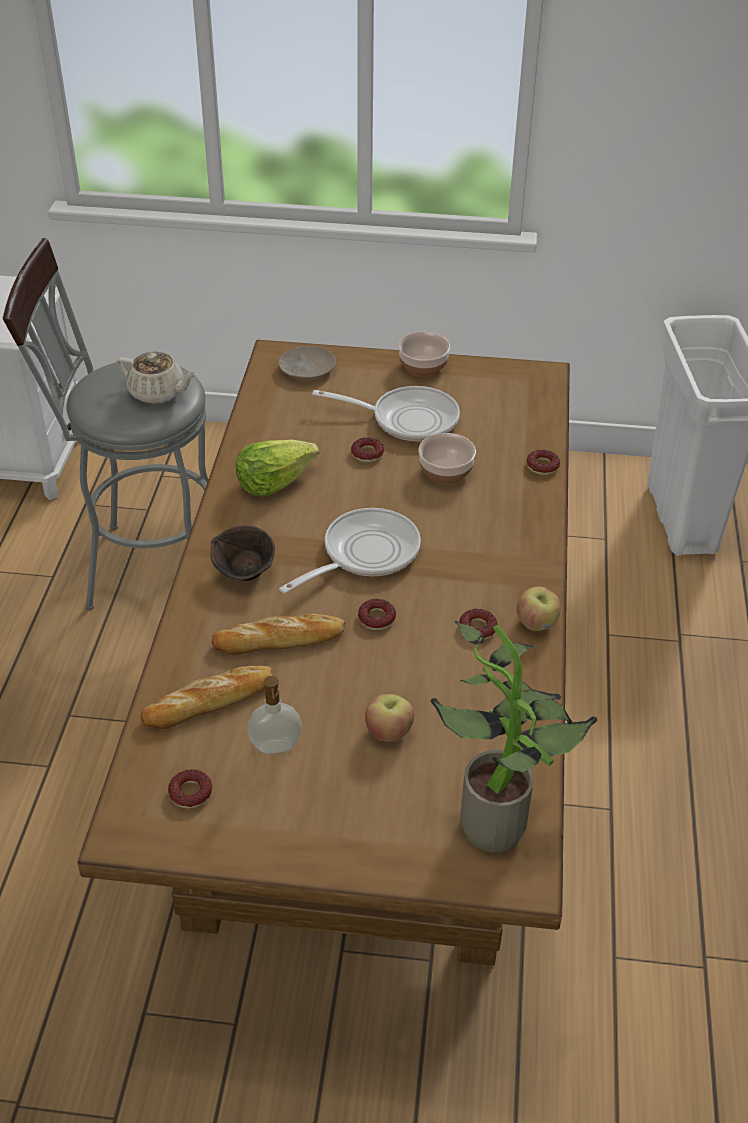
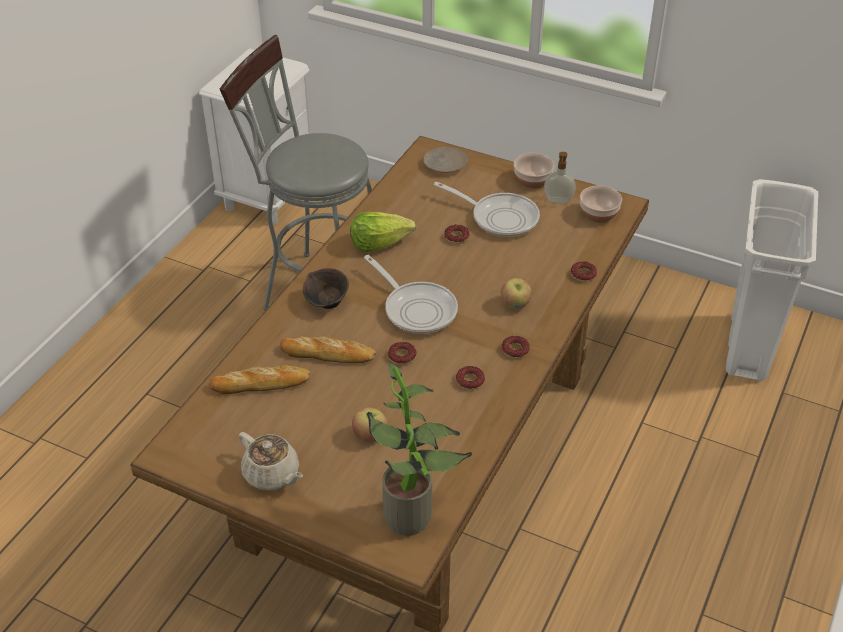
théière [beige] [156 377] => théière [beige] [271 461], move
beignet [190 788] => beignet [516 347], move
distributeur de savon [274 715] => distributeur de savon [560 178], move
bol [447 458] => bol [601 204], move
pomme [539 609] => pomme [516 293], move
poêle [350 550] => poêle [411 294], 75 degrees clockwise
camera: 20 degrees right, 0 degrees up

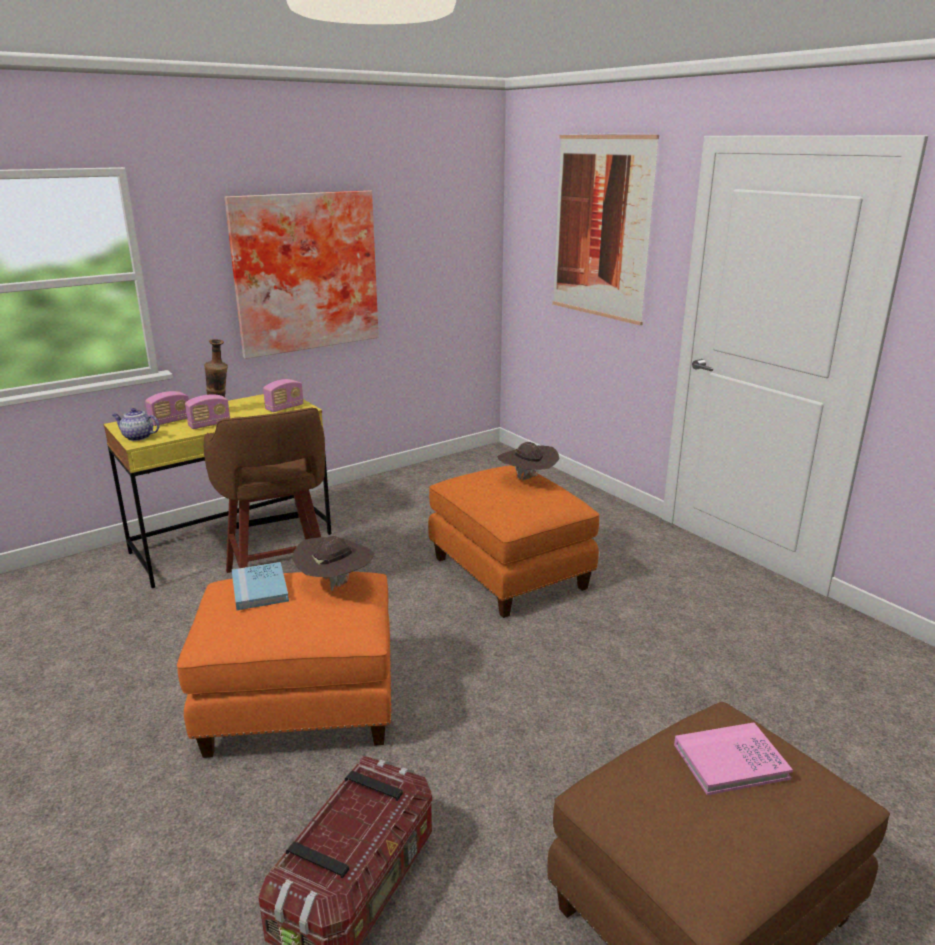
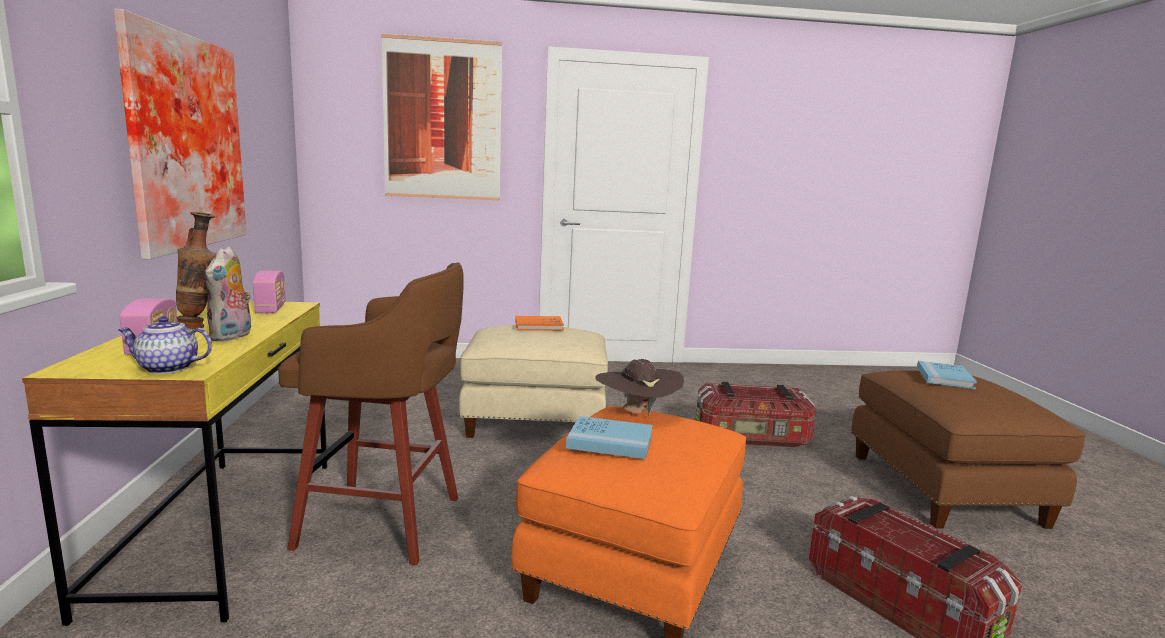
nothing => boîte de rangement [756 415]
radio [207 411] => peluche [227 294]
chapeau [marron] [528 461] => livre [orange] [539 323]
pouf [orange] [514 541] => pouf [beige] [533 381]
livre [rose] [733 758] => livre [bleu] [947 375]
théière [135 424] => théière [165 345], 45 degrees clockwise
camera: 60 degrees left, 10 degrees down

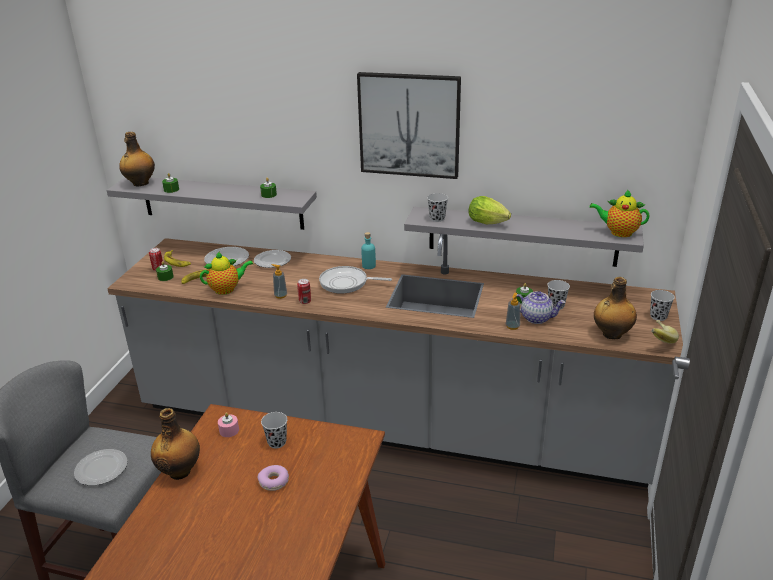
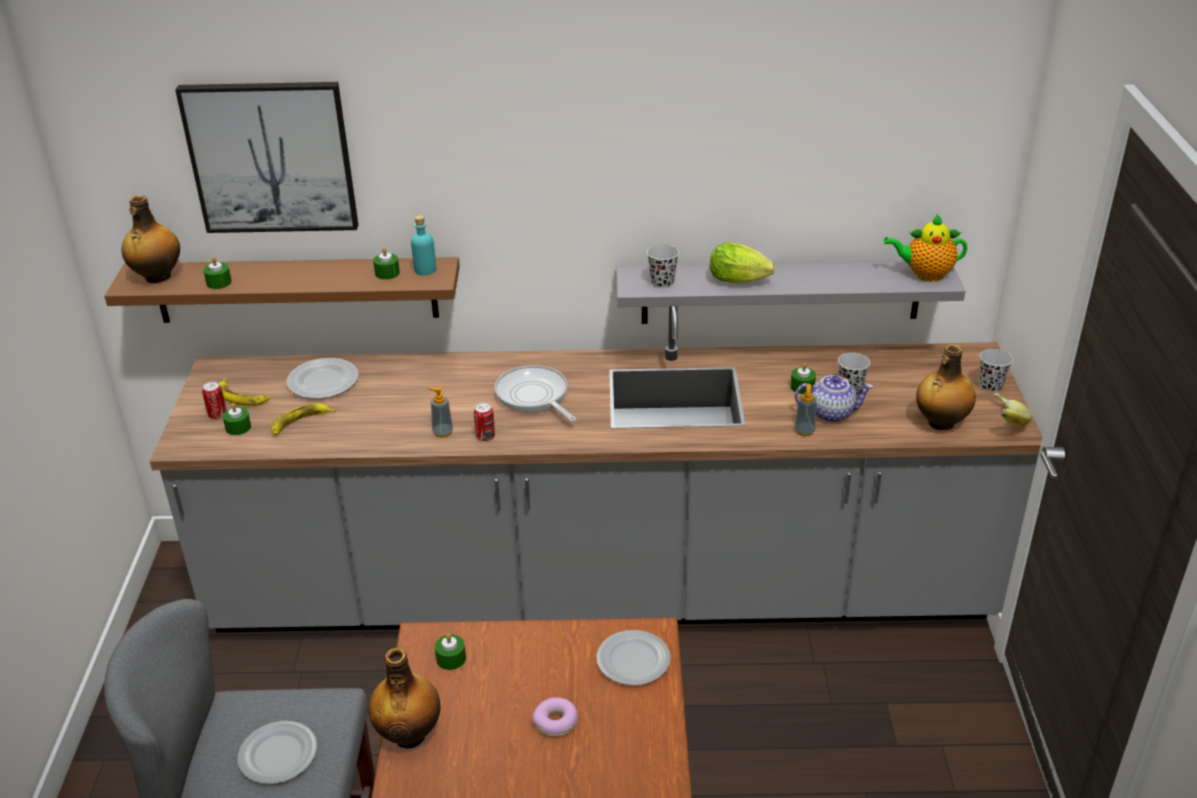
théière [226 273] => nothing
tasse [noir] [274 430] => nothing
assiette [272 259] => assiette [633 658], move
tableau [409 125] => tableau [266 157], move
bouteille [turquoise] [368 250] => bouteille [turquoise] [423 245], move
étagère [gris] [212 204] => étagère [marron] [282 290]
bougie [rose] [228 424] => bougie [vert] [450 651]
poêle [355 280] => poêle [535 393], 60 degrees clockwise
camera: 15 degrees left, 5 degrees up

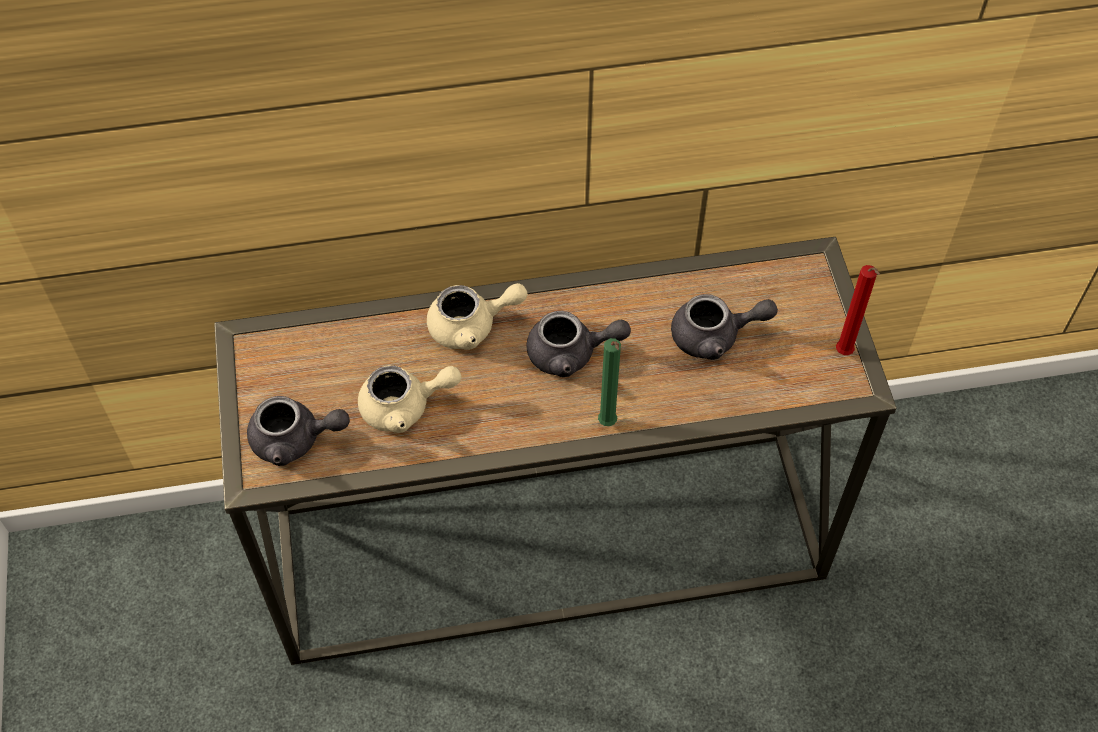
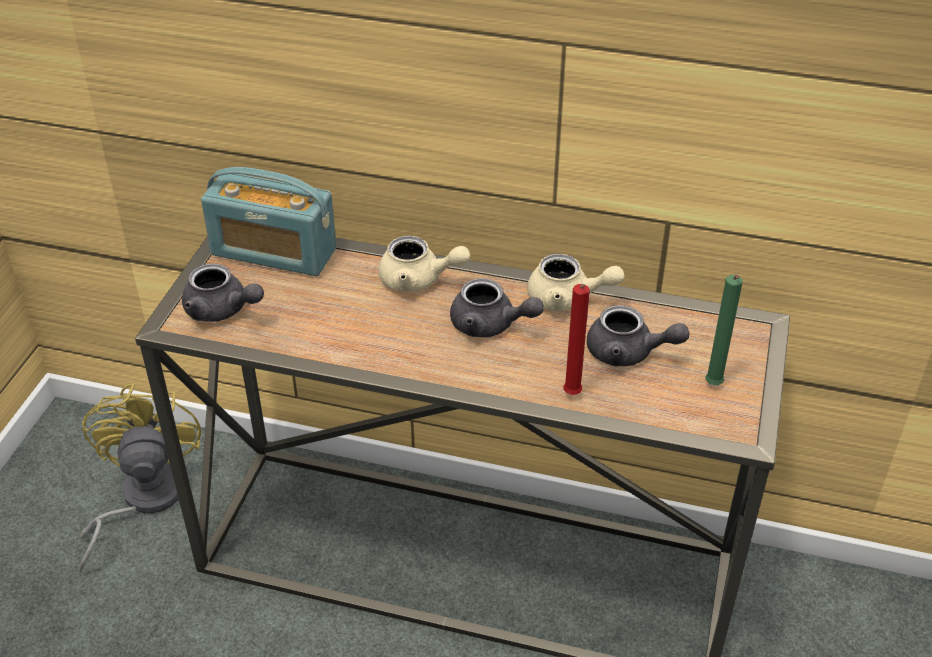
nothing => ventilateur [jaune] [140 478]
nothing => radio [268 221]
théière [beige] [409 399] => théière [beige] [576 282], move
bougie [vert] [609 382] => bougie [vert] [724 330], move
bougie [rouge] [858 310] => bougie [rouge] [576 339], move
camera: 25 degrees right, 15 degrees down

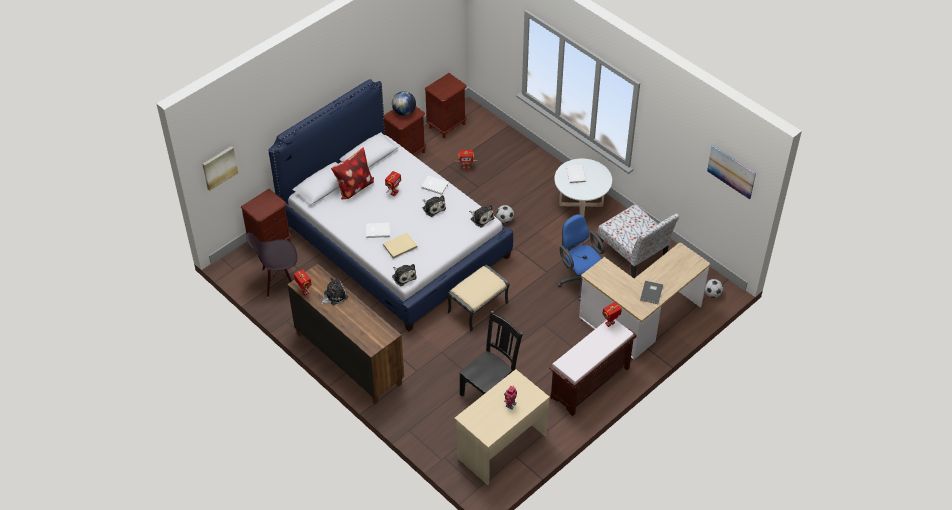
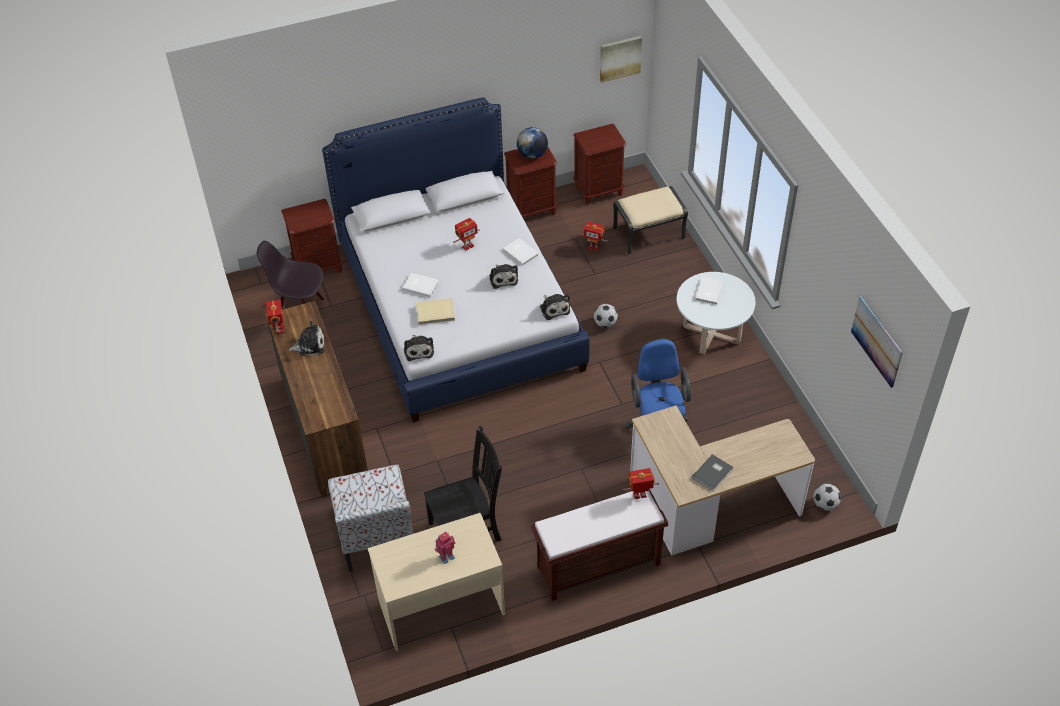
coussin [352 173] => nothing
tableau [220 168] => tableau [621 59], move
pouf [beige] [478 298] => pouf [beige] [650 220], move
chaise [638 241] => chaise [370 518], move
camera: 25 degrees right, 0 degrees up

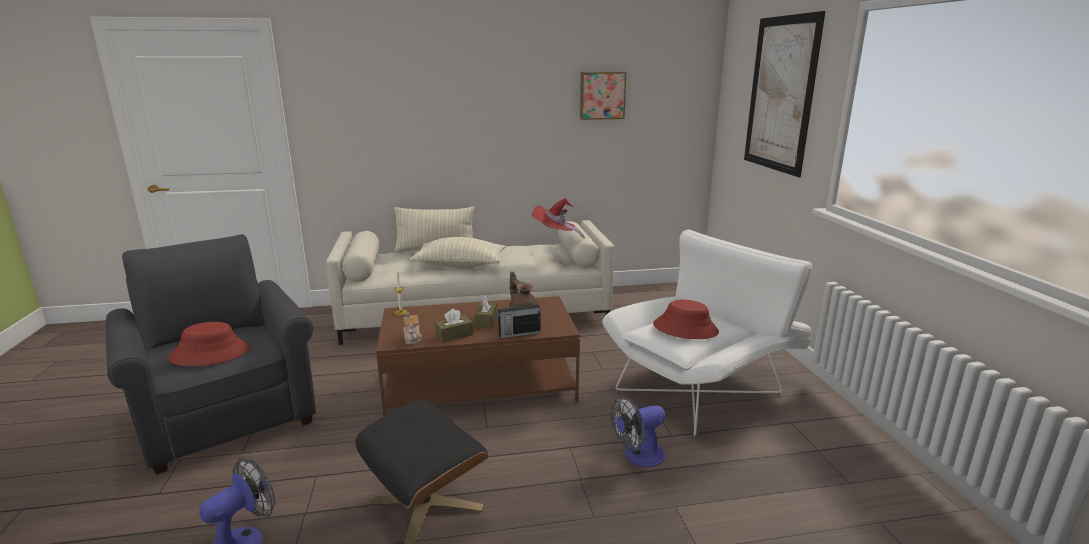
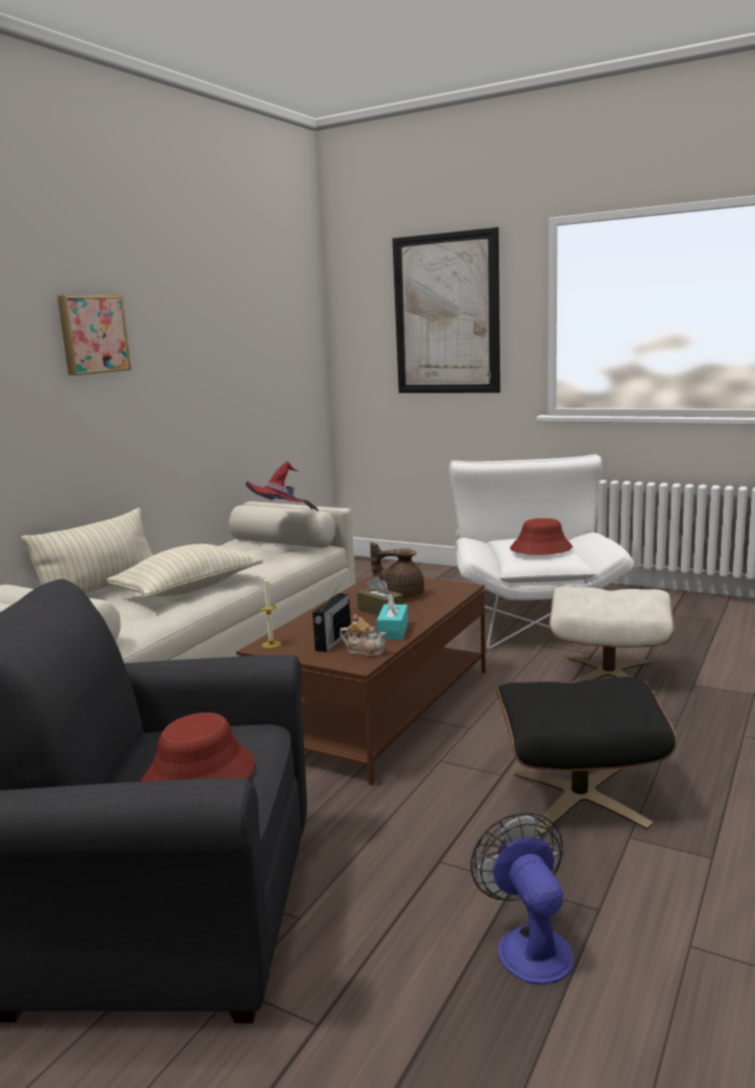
radio [519 319] => radio [332 619], move
tableau [603 96] => tableau [94 335], move
ventilateur [638 431] => pouf [beige] [611 640]
boîte à mouchoirs [marron] [454 325] => boîte à mouchoirs [turquoise] [392 616]
camera: 50 degrees left, 5 degrees down

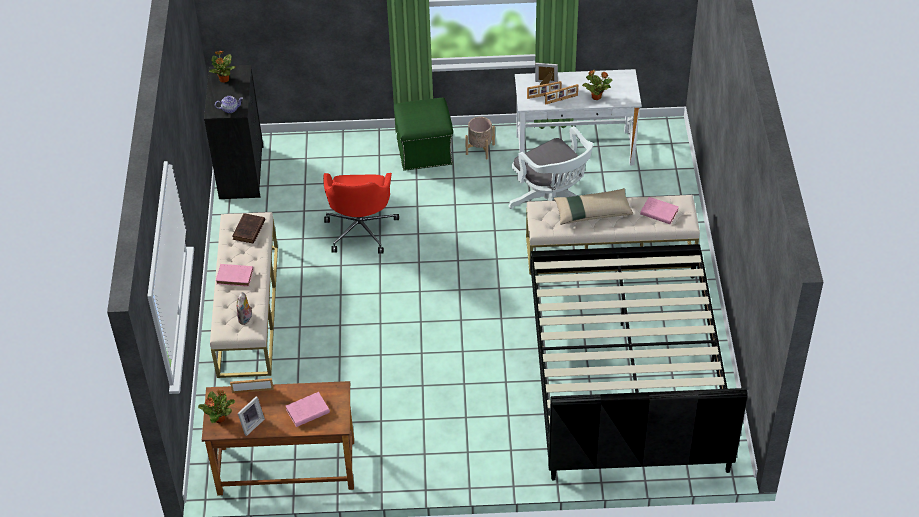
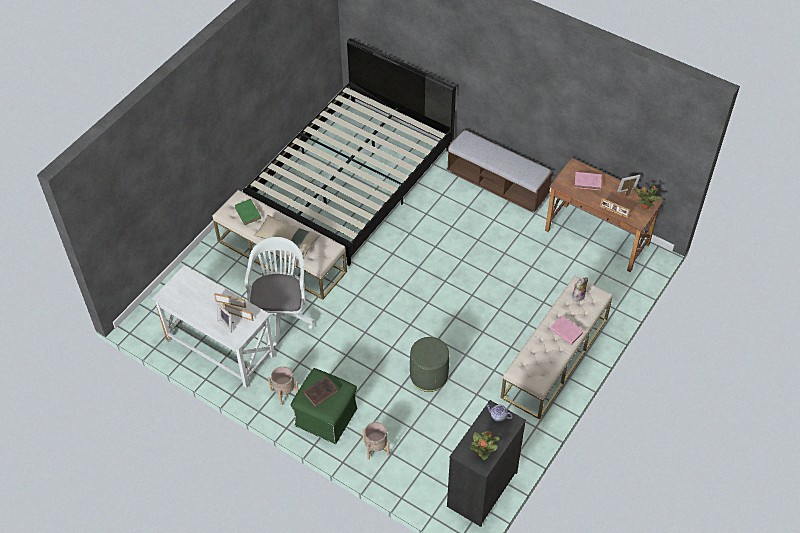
plante en pot [597 85] => nothing
nothing => cache-pot [beige] [376 441]
nothing => banc [500 170]
livre [marron] [248 228] => livre [marron] [320 391], move
chaise de bureau [rouge] [361 213] => pouf [vert] [429 364]
livre [rose] [659 210] => livre [vert] [248 212]
camera: 145 degrees left, 5 degrees up

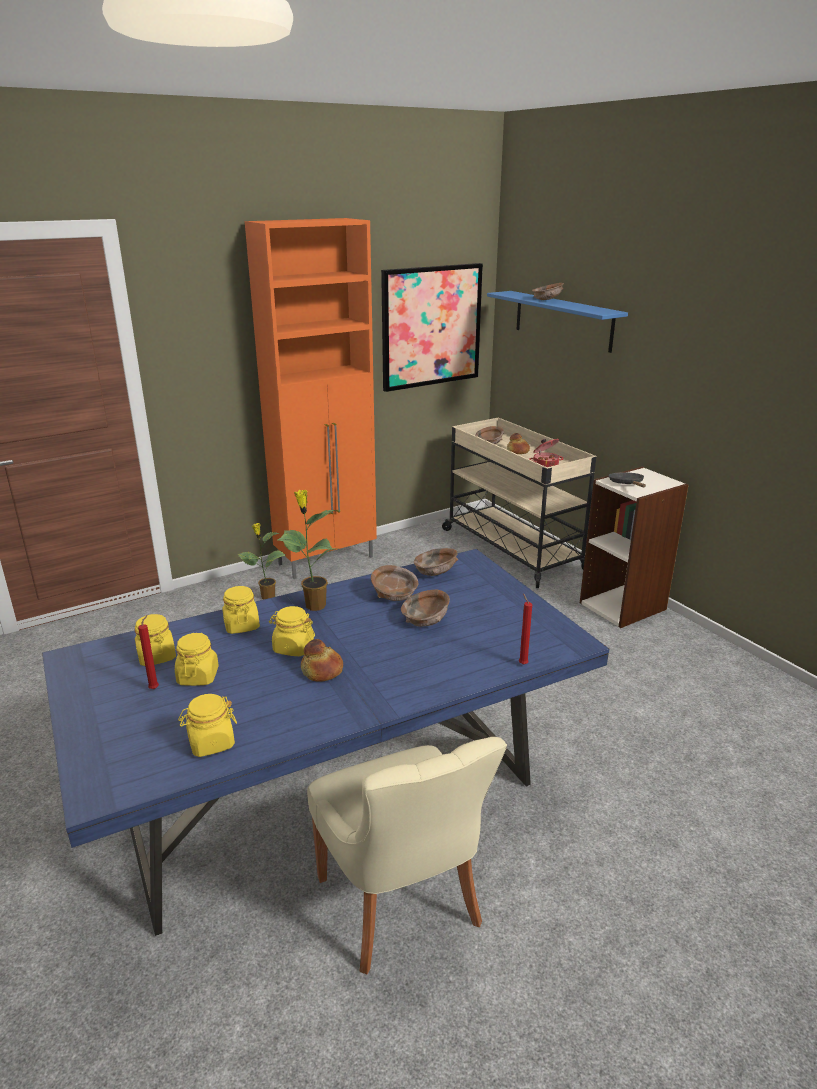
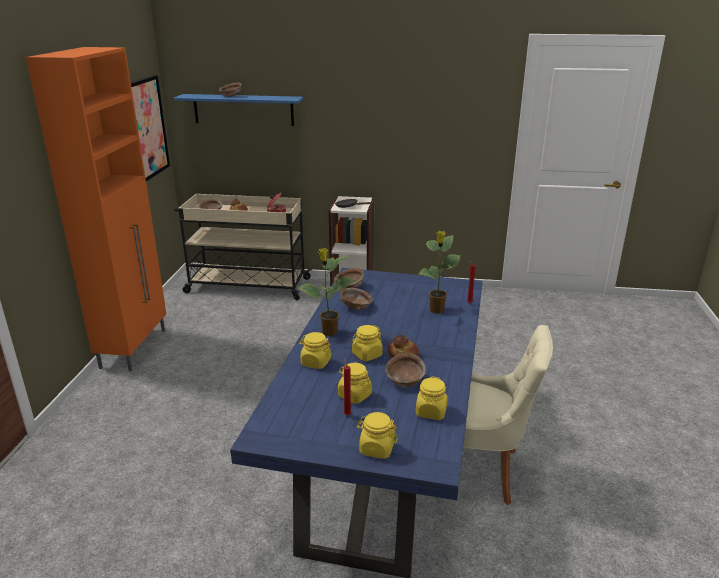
bocal [jaune] [155 640] => bocal [jaune] [377 435], move
plante en pot [262 561] => plante en pot [440 272], move
bol [marron] [425 608] => bol [marron] [405 370], move
camera: 50 degrees left, 0 degrees up

